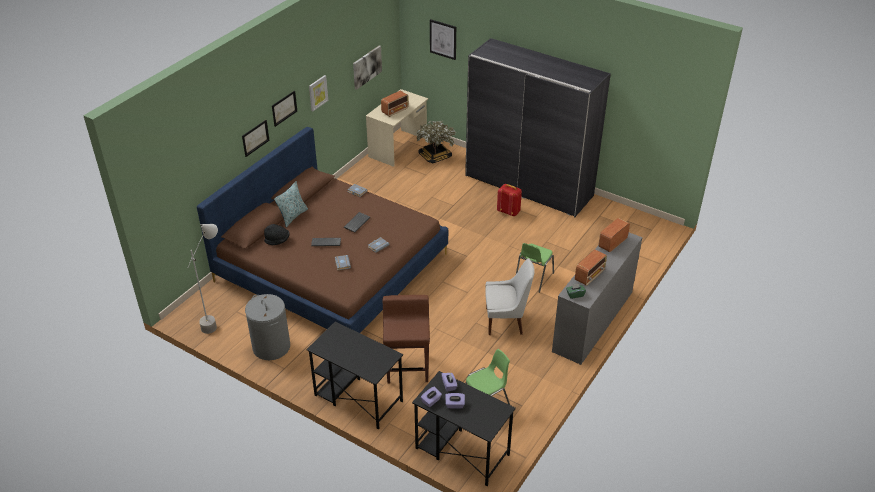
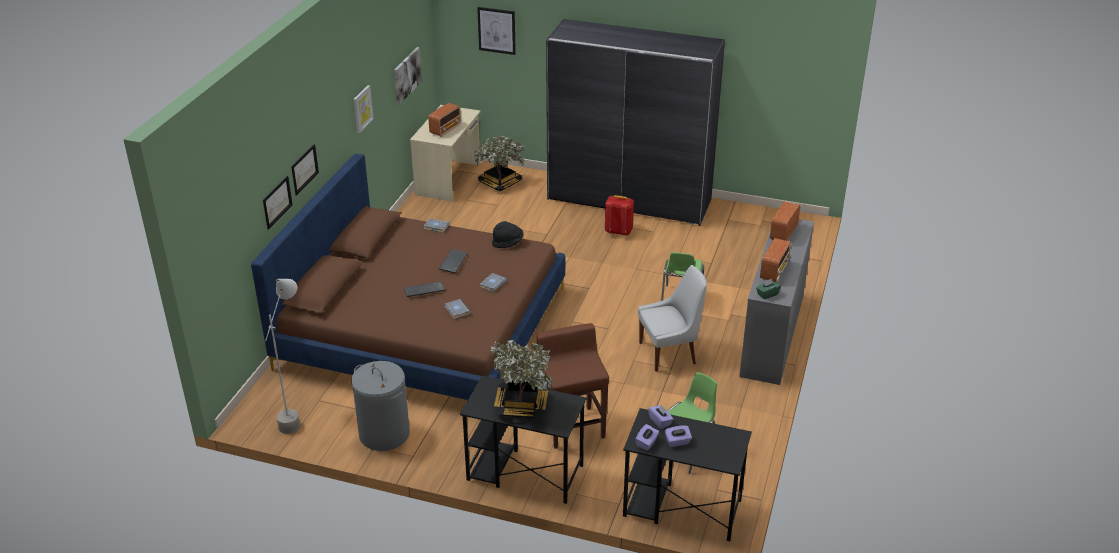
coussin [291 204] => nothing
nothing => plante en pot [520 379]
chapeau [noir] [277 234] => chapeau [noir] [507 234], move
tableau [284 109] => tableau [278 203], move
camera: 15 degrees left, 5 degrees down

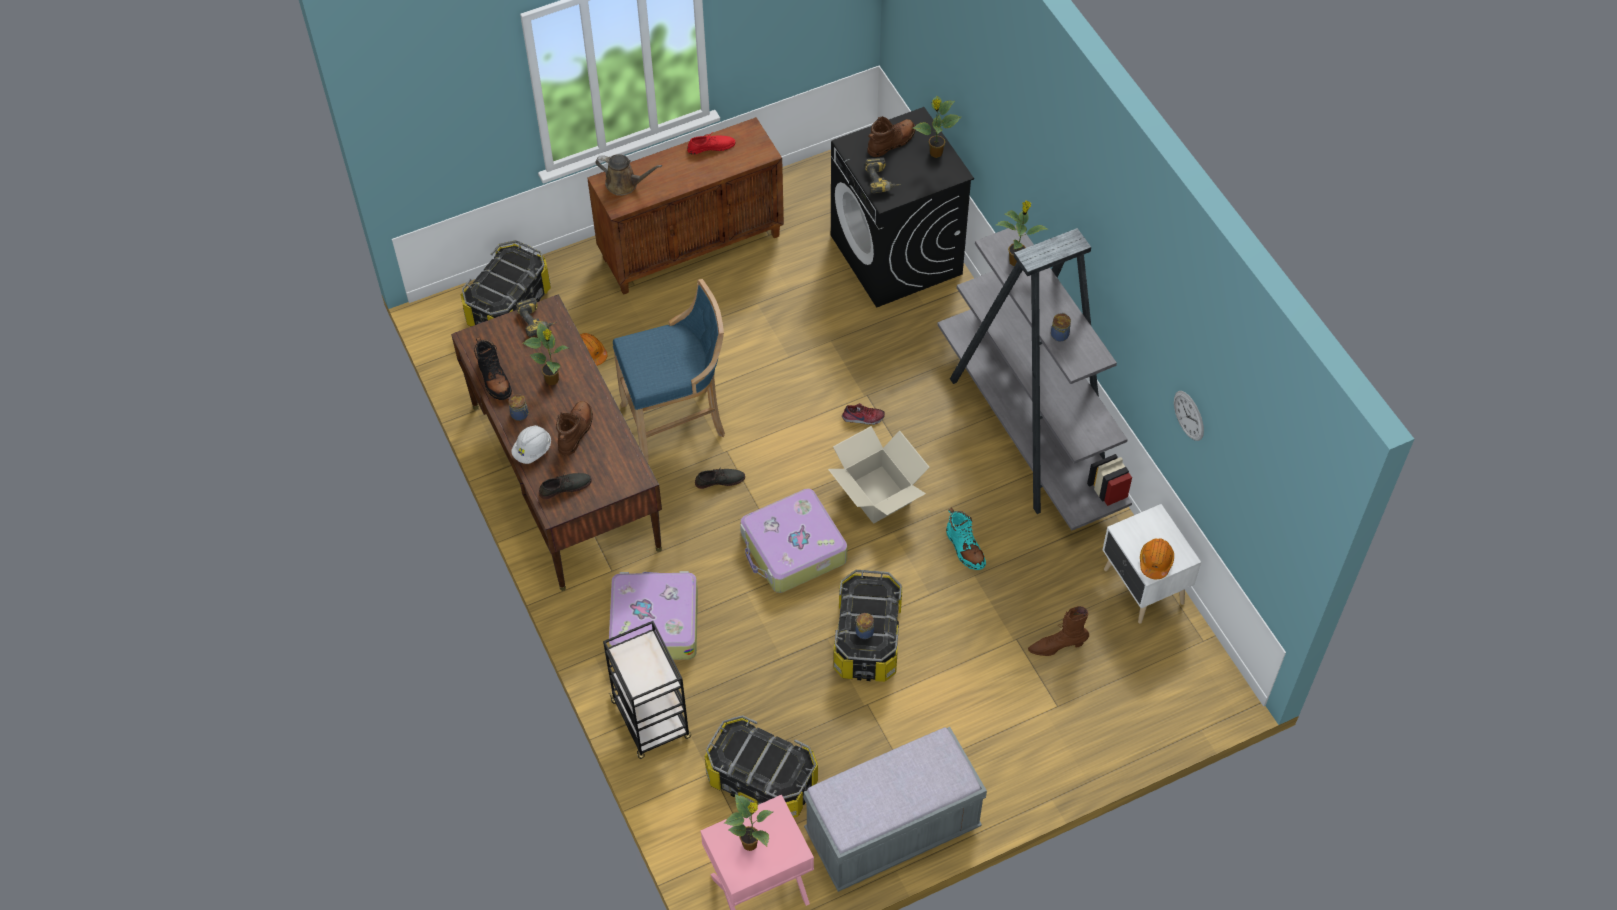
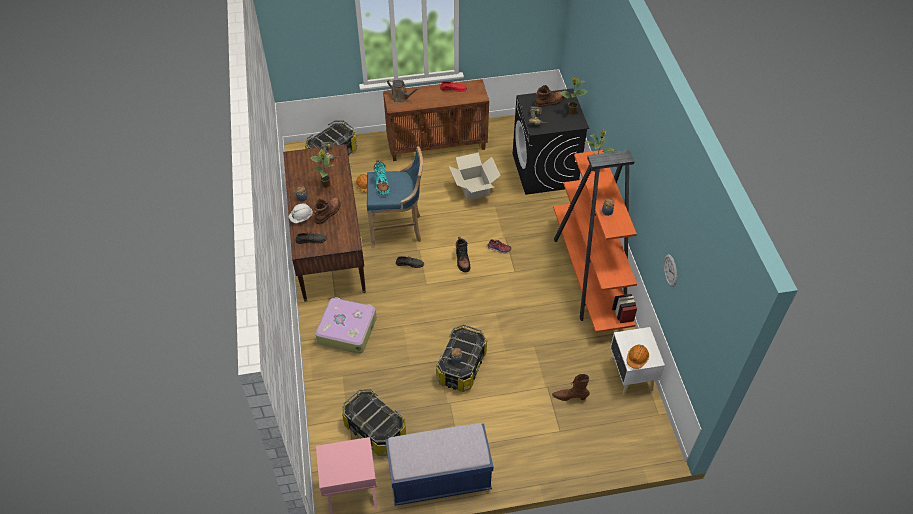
chariot [noir] [647 690] => nothing
plante en pot [748 822] => nothing
valise [793 540] => nothing
botte [noir] [493 368] => botte [noir] [463 254], move
carton [879 475] => carton [475 177], move
botte [turquoise] [966 539] => botte [turquoise] [381 178], move
banc [gris] [895 809] => banc [bleu] [439 464]
bibliothèque [gris] [1034 378] => bibliothèque [orange] [595 241]
camera: 15 degrees right, 5 degrees down

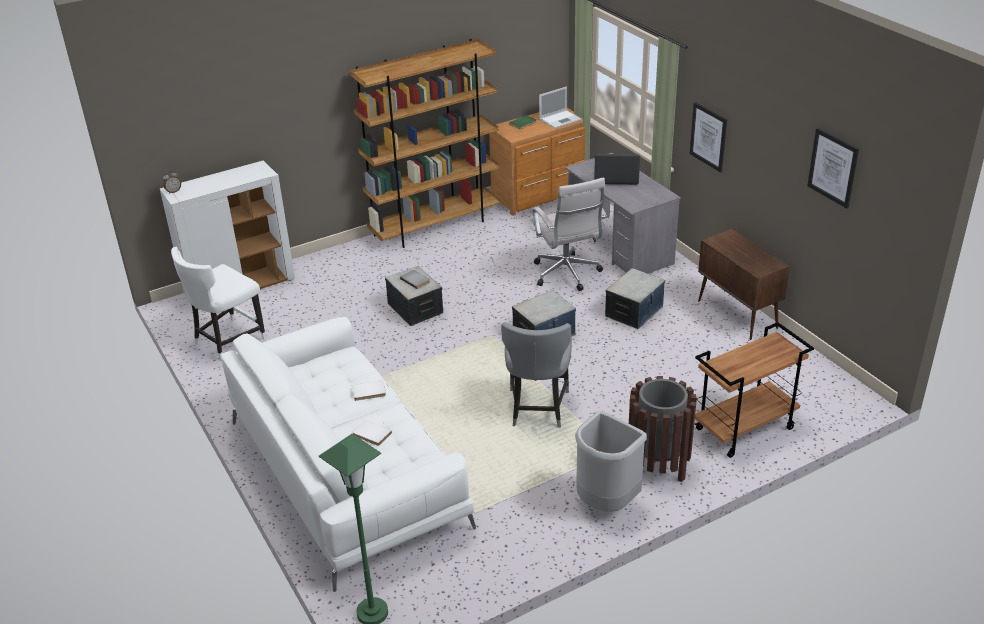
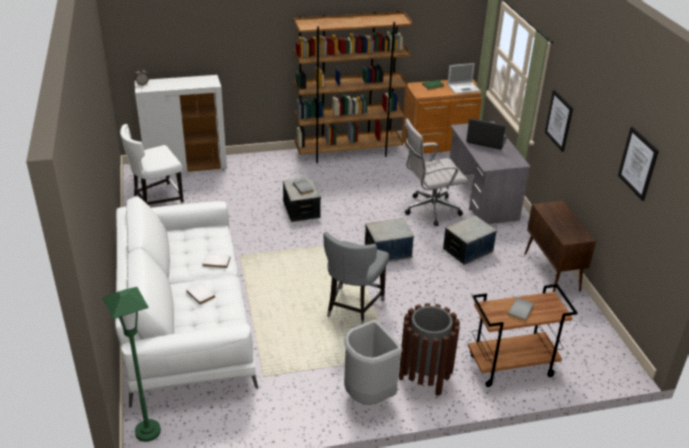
nothing => livre [gris] [520 310]
chaise de bureau [blanc] [569 234] => chaise de bureau [blanc] [436 172], 75 degrees clockwise
camera: 15 degrees right, 0 degrees up

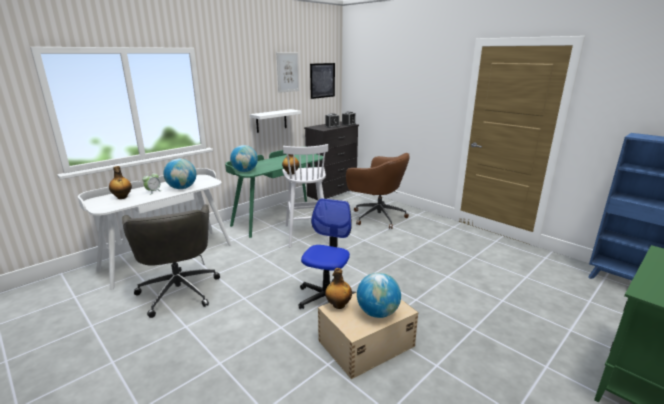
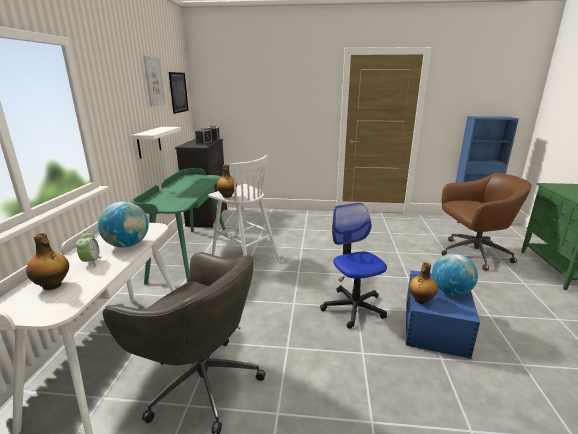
globe [244 158] => nothing
chaise de bureau [marron] [378 191] => chaise de bureau [marron] [486 222], move
boîte de rangement [beige] [368 335] => boîte de rangement [bleu] [443 314]
camera: 40 degrees left, 0 degrees up

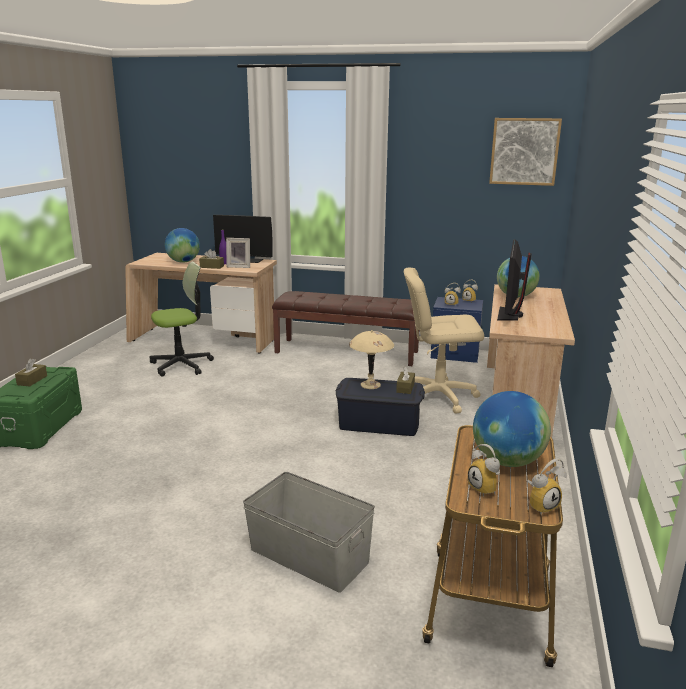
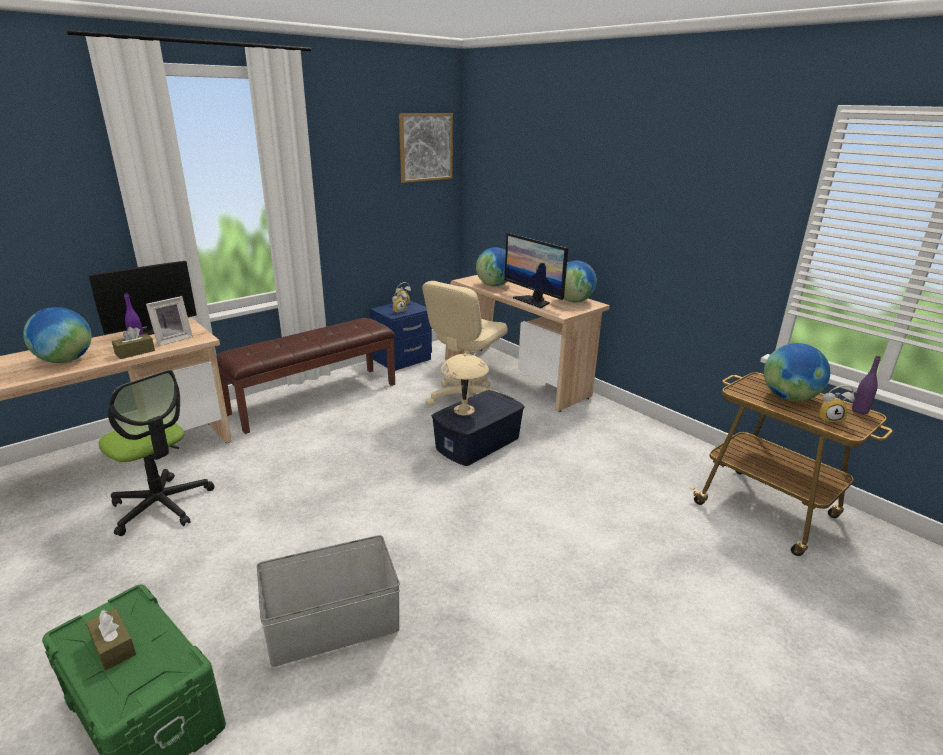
boîte à mouchoirs [marron] [405 380] => nothing
nothing => globe [580 281]
boîte de rangement [gris] [309 532] => boîte de rangement [gris] [328 601], move
réveil [547 486] => bouteille [violet] [866 385]
chaise de bureau [182 318] => chaise de bureau [156 453], 120 degrees clockwise
camera: 55 degrees left, 5 degrees up

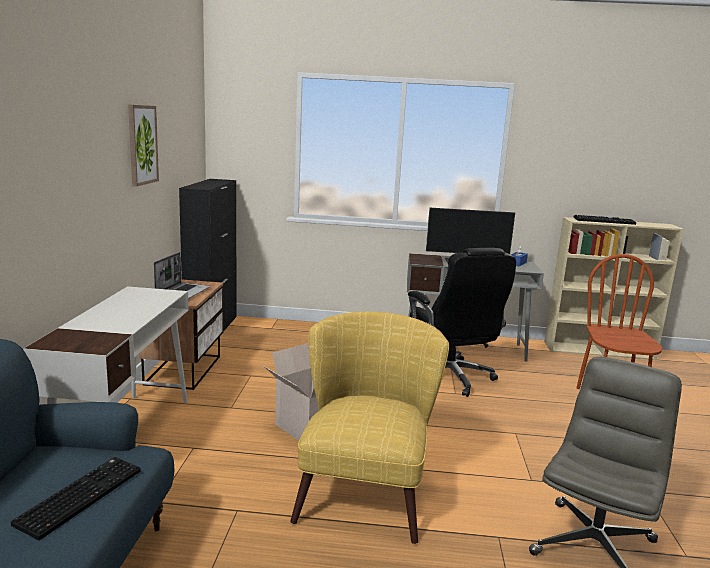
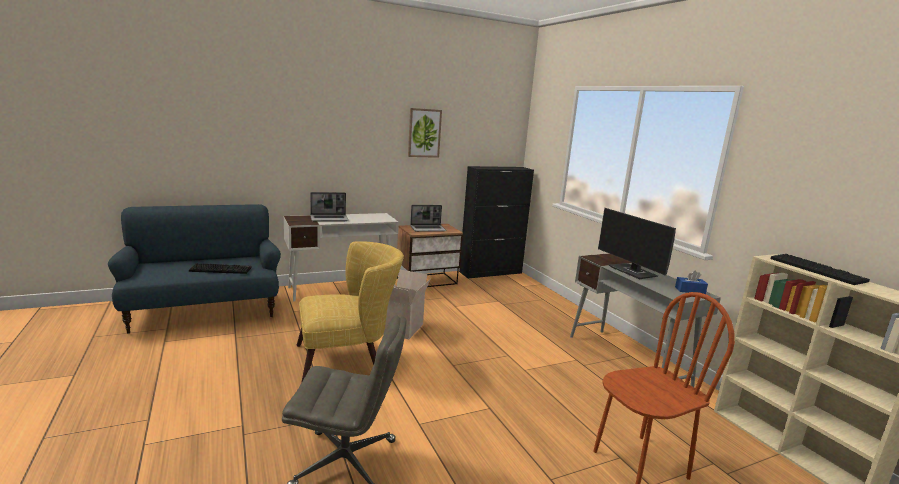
chaise de bureau [noir] [462 322] => nothing
nothing => ordinateur portable [329 207]
camera: 60 degrees right, 0 degrees up

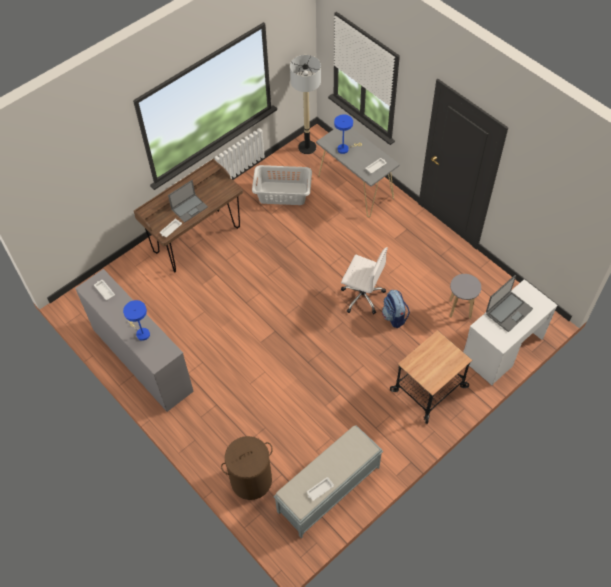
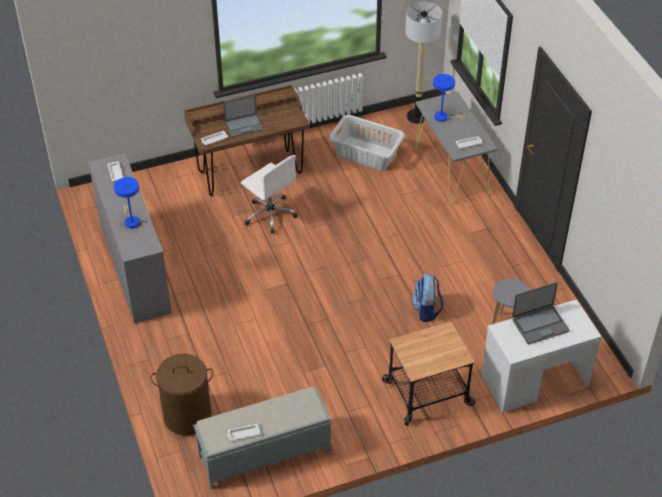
chaise de bureau [blanc] [364 280] => chaise de bureau [blanc] [269 194], move
camera: 20 degrees right, 10 degrees down

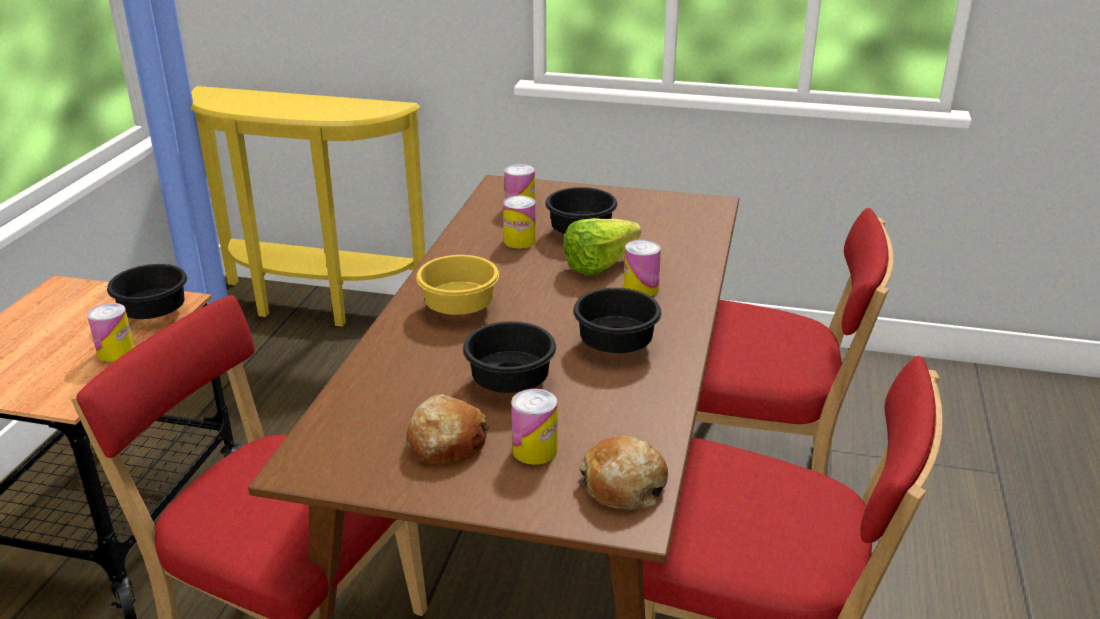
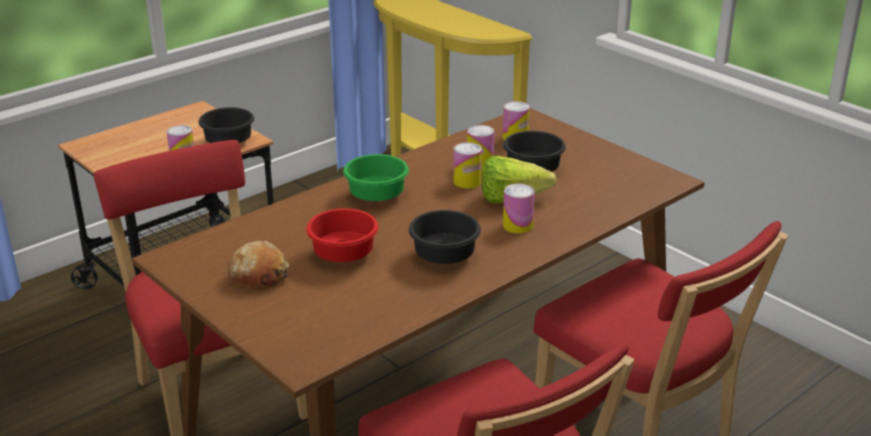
pain [623 473] => nothing
boîte métallique [534 427] => boîte métallique [467 165], move
bol [jaune] [457 285] => bol [vert] [376 177]
bol [noir] [509 357] => bol [rouge] [342 235]
camera: 35 degrees right, 0 degrees up

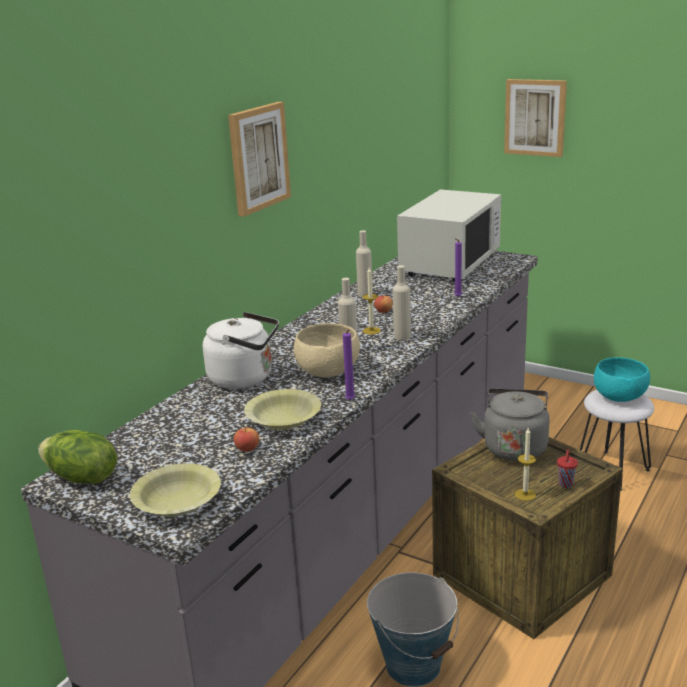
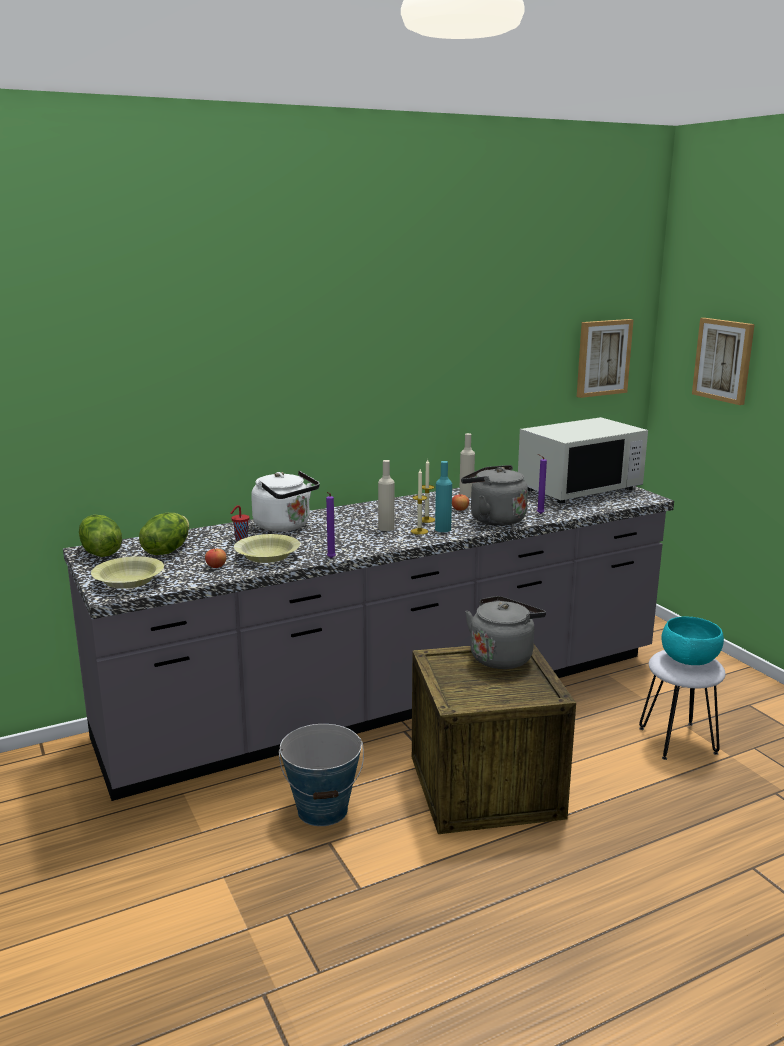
bol [beige] [327 350] => nothing
nothing => laitue [164 534]
nothing => bouilloire [gris] [494 495]
tableau [259 159] => tableau [605 358], move
bougie [525 464] => bougie [419 502], move
tasse [rouge] [567 469] => tasse [rouge] [240 523], move
bouteille [beige] [402 302] => bouteille [turquoise] [443 496]
camera: 30 degrees right, 5 degrees down

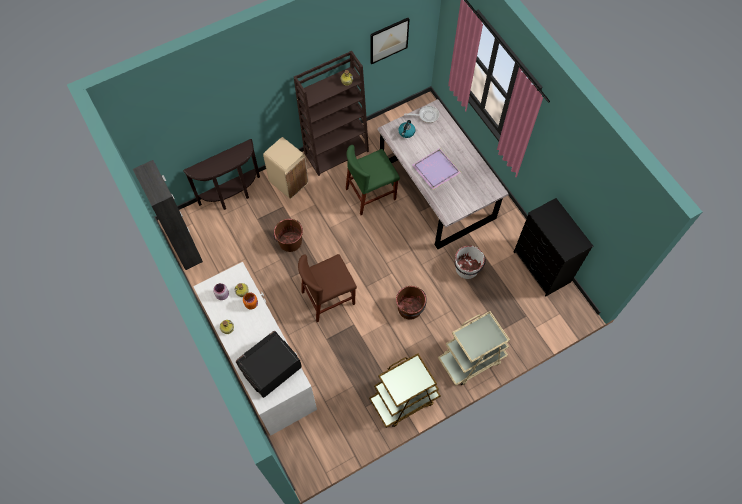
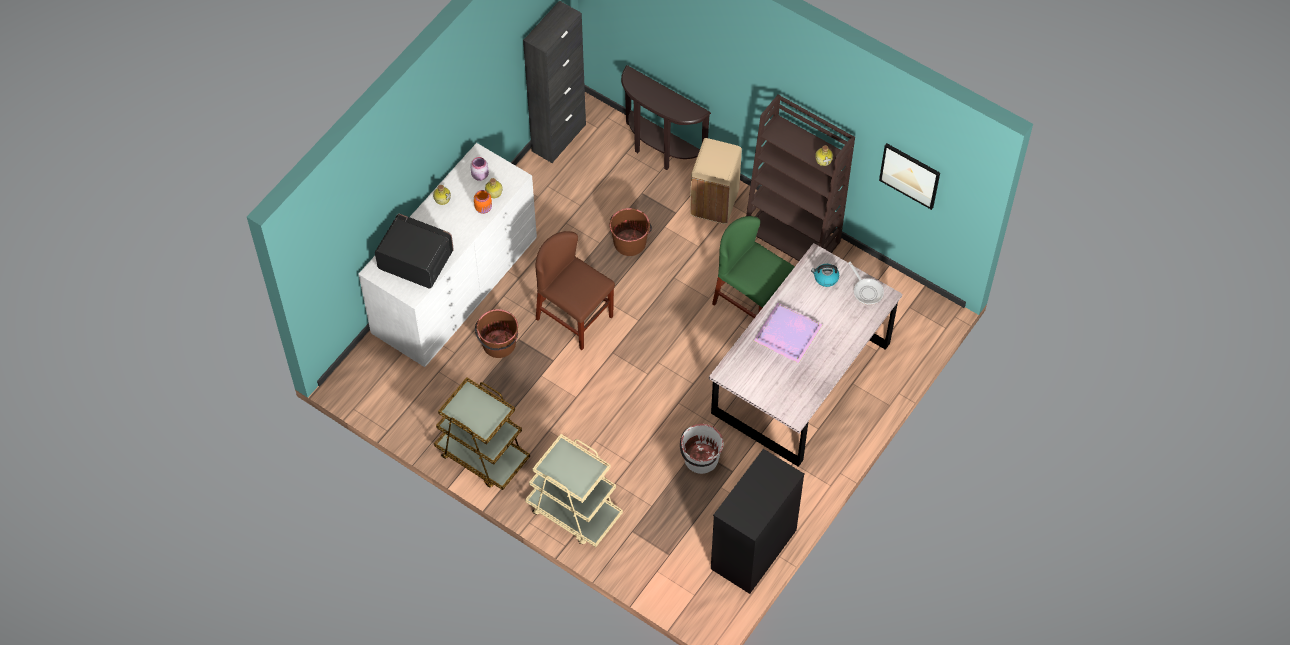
seau [marron] [411 303] => seau [marron] [496 333], move
camera: 65 degrees right, 5 degrees down

